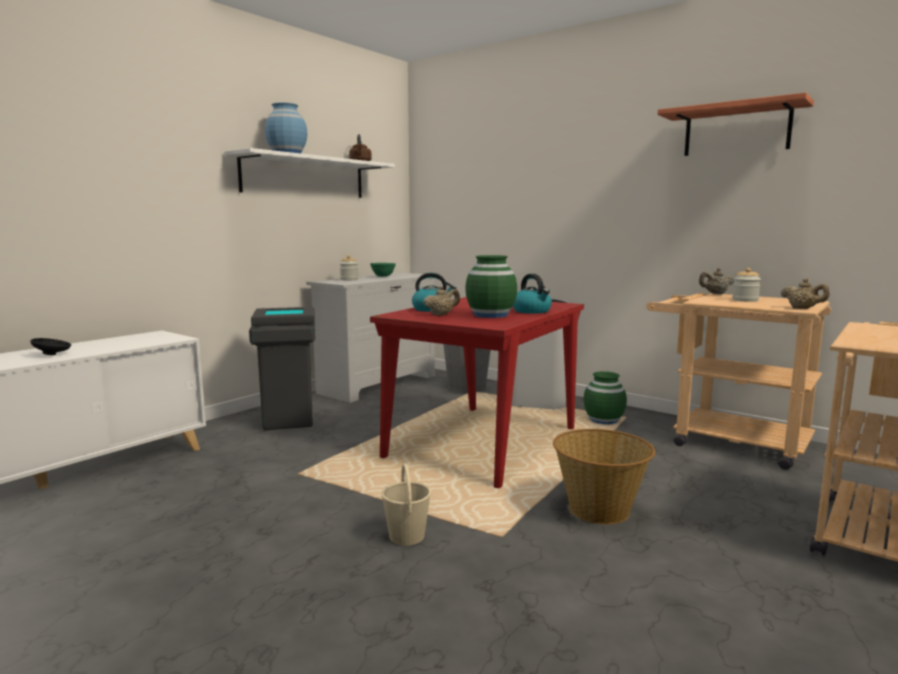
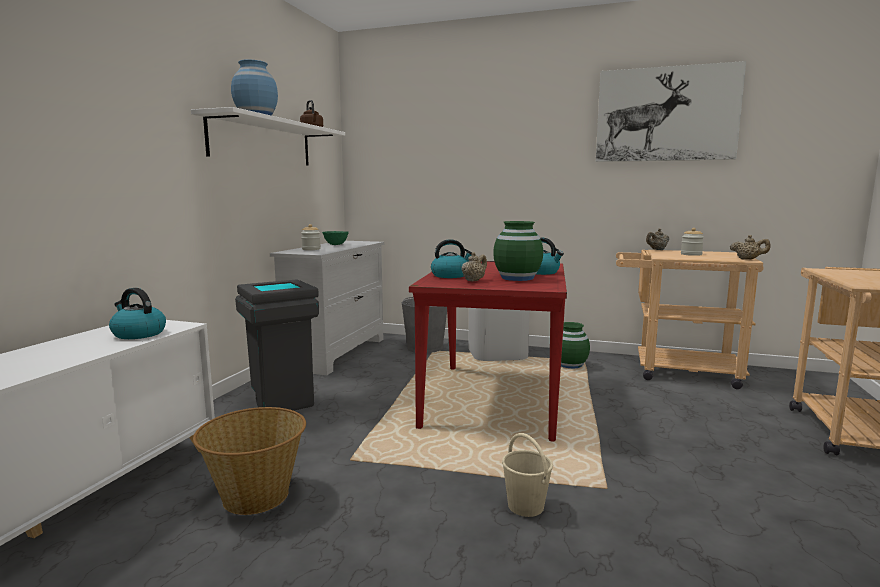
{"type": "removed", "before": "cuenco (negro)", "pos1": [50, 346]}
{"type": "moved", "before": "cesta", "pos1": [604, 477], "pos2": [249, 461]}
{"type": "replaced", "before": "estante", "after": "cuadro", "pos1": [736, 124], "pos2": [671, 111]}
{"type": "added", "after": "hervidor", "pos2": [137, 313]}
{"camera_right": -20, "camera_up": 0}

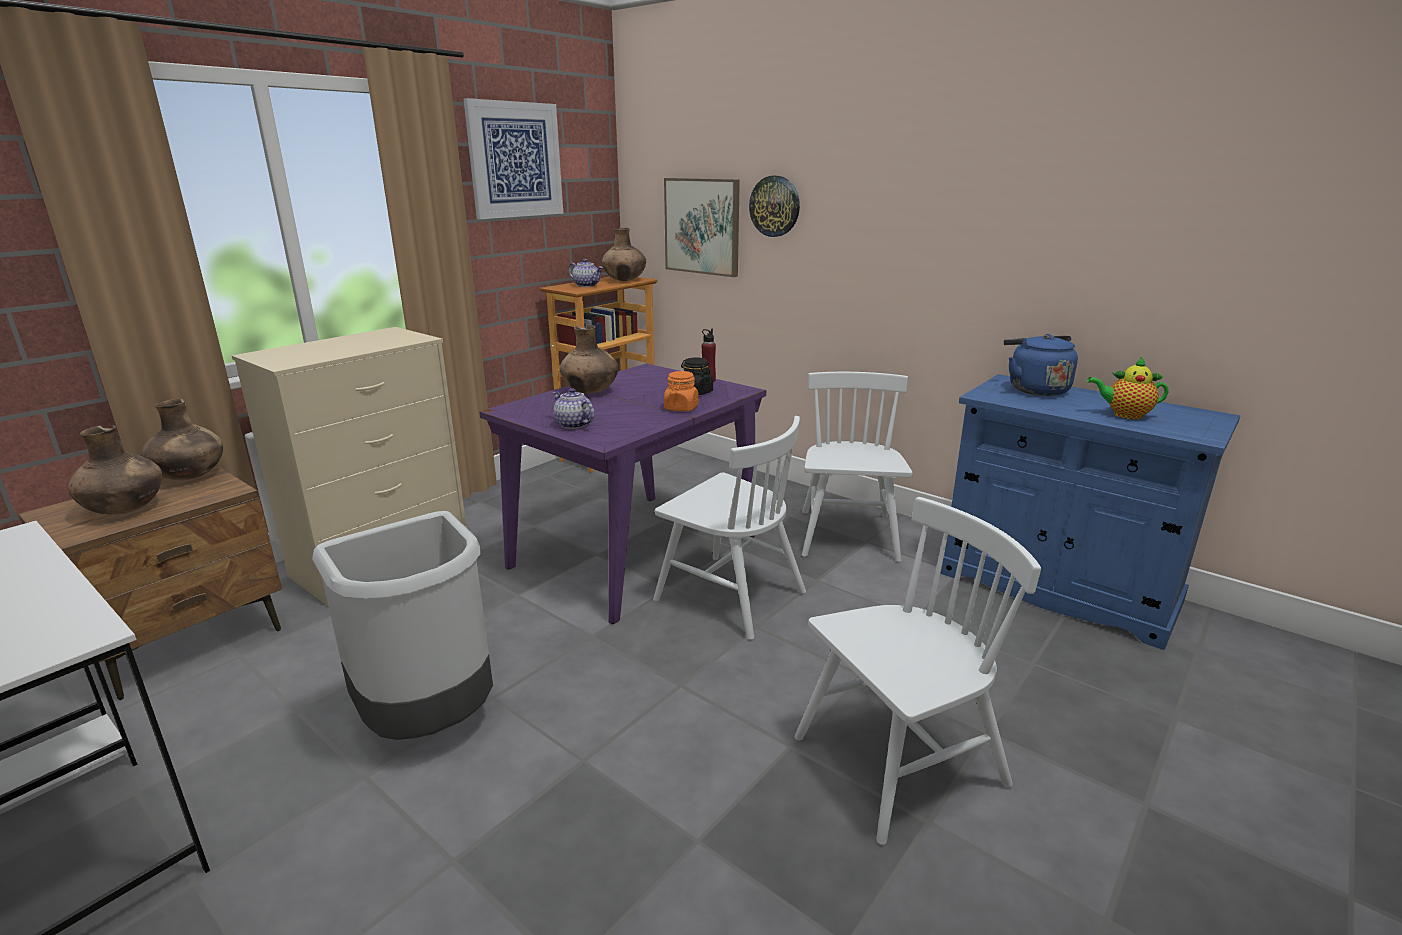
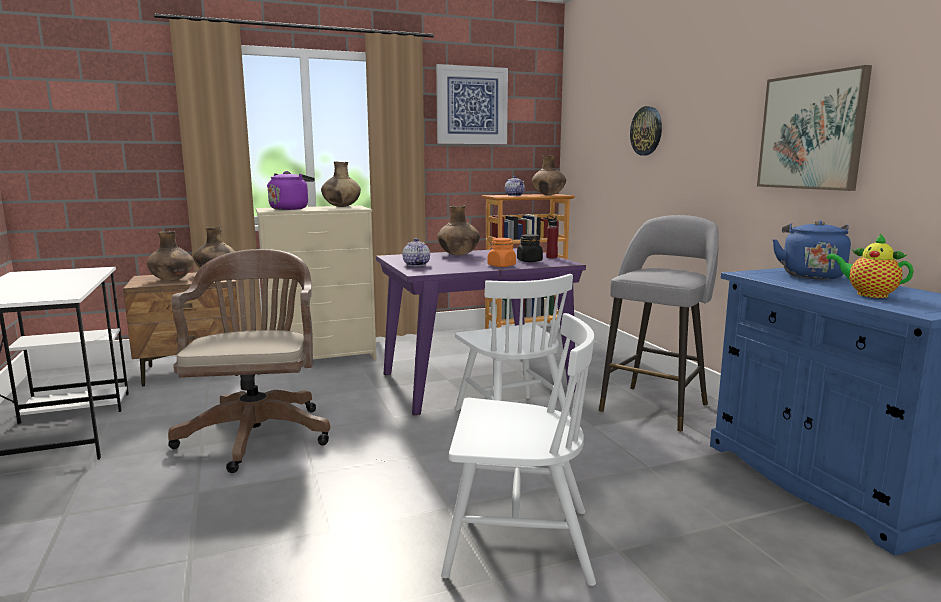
{"type": "replaced", "before": "papelera (gris)", "after": "silla de oficina (marrón)", "pos1": [402, 625], "pos2": [249, 361]}
{"type": "moved", "before": "cuadro", "pos1": [702, 227], "pos2": [814, 128]}
{"type": "replaced", "before": "silla (blanco)", "after": "taburete (gris)", "pos1": [857, 467], "pos2": [659, 323]}
{"type": "added", "after": "hervidor (morado)", "pos2": [291, 190]}
{"type": "added", "after": "florero (marrón)", "pos2": [341, 184]}
{"camera_right": 30, "camera_up": -10}

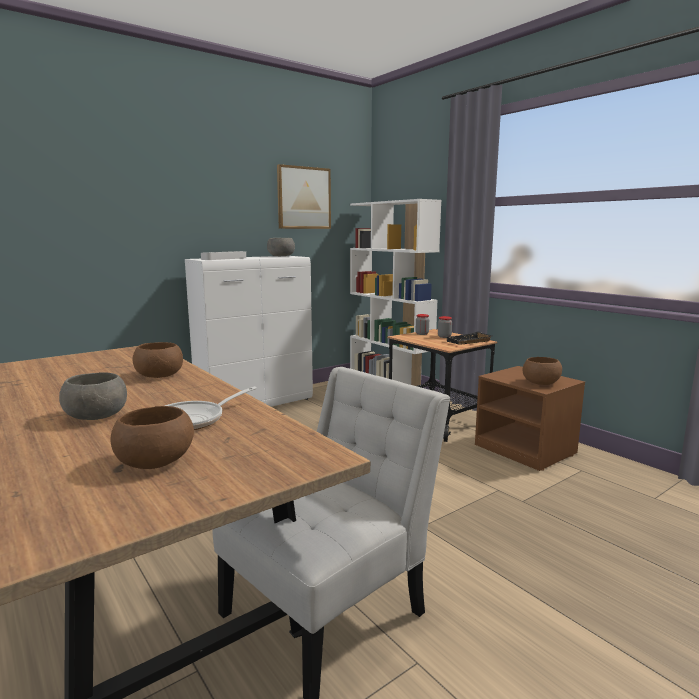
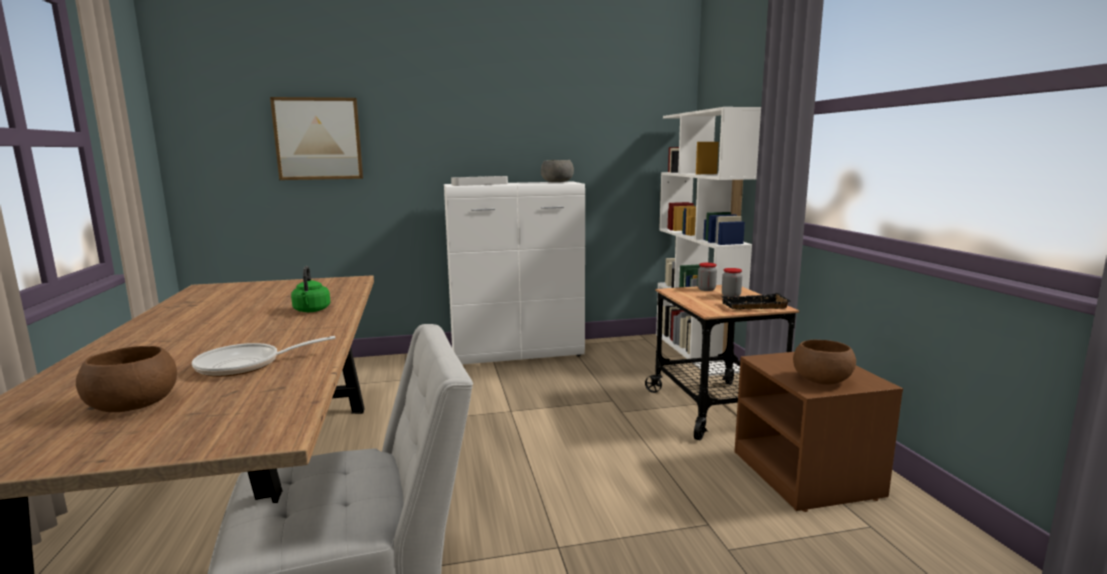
{"type": "removed", "before": "cuenco (gris)", "pos1": [93, 396]}
{"type": "replaced", "before": "cuenco (marrón)", "after": "hervidor (verde)", "pos1": [158, 360], "pos2": [310, 289]}
{"type": "moved", "before": "cuadro", "pos1": [304, 196], "pos2": [316, 138]}
{"camera_right": 25, "camera_up": 0}

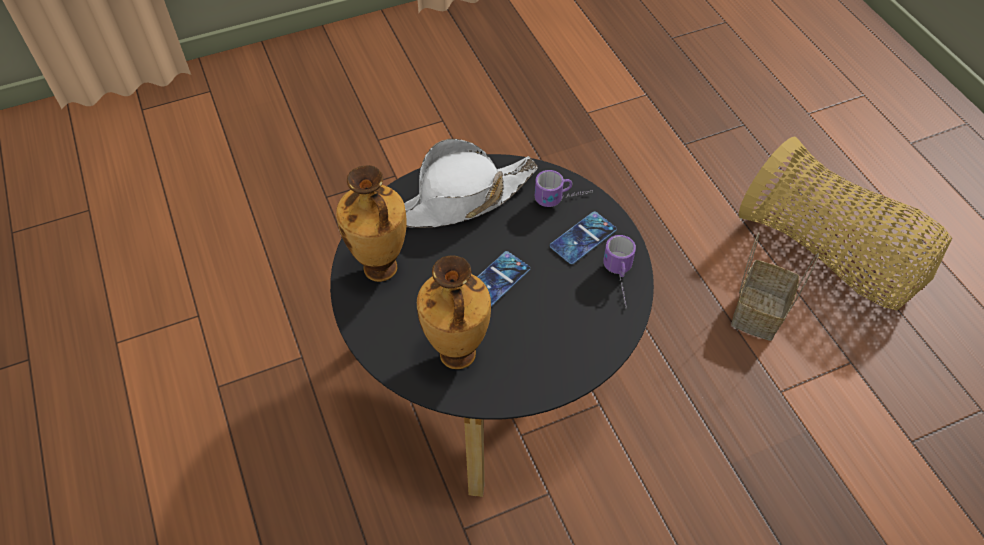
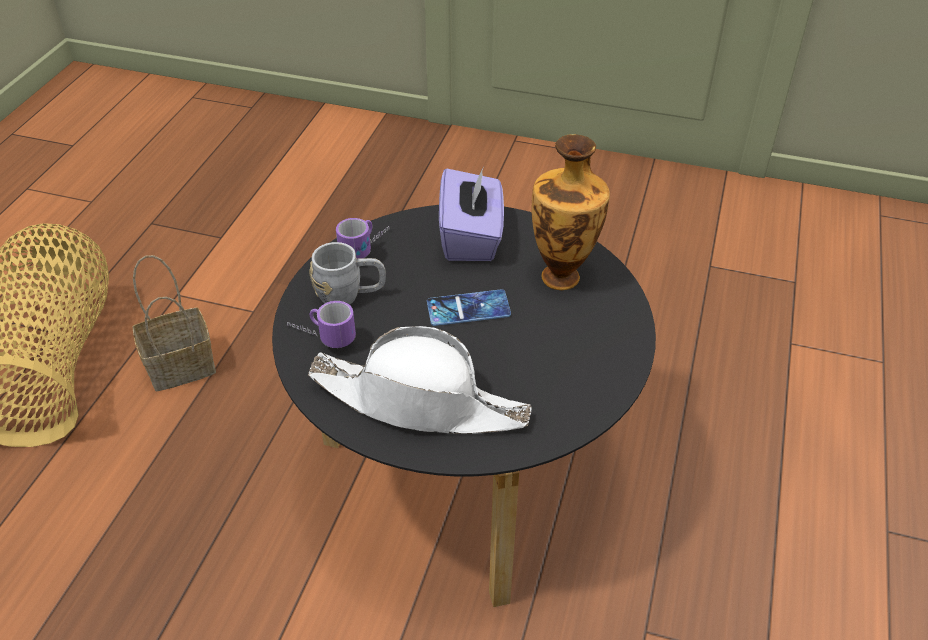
{"type": "removed", "before": "florero", "pos1": [371, 223]}
{"type": "replaced", "before": "móvil", "after": "taza grande (gris)", "pos1": [583, 237], "pos2": [347, 273]}
{"type": "added", "after": "caja de pañuelos (morado)", "pos2": [471, 213]}
{"camera_right": -140, "camera_up": -10}

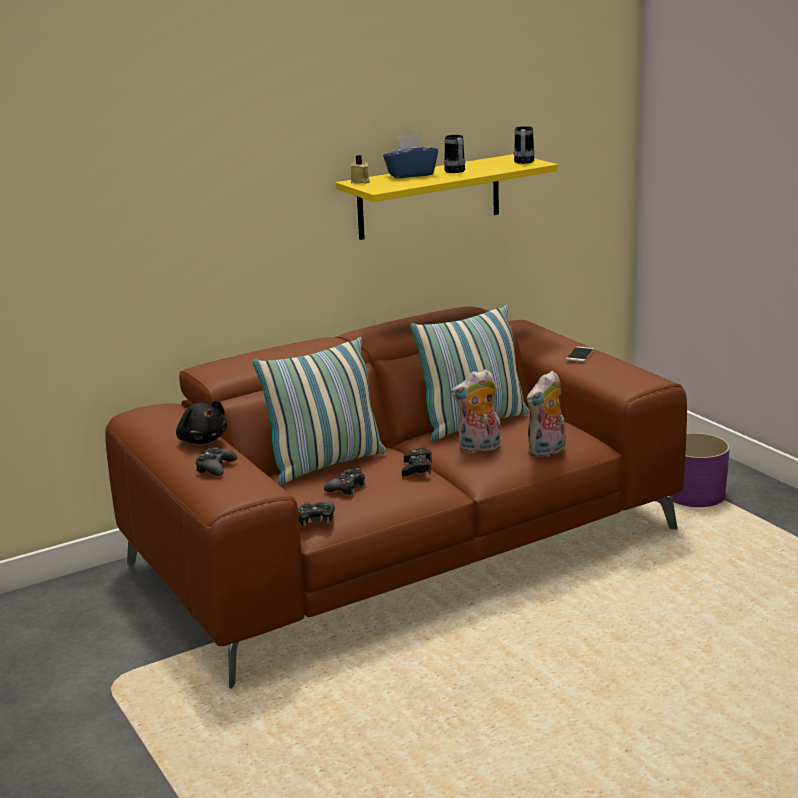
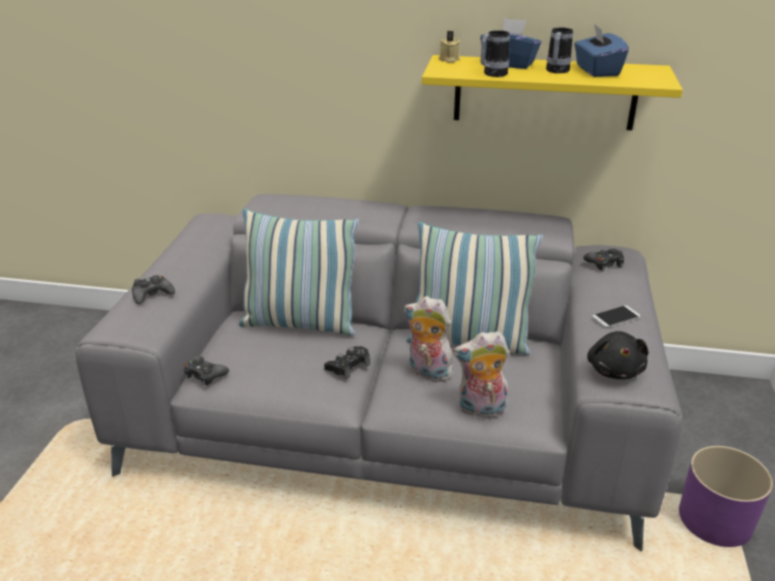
{"type": "recoloured", "before": "sofá (marrón)", "after": "sofá (gris)", "pos1": [396, 497], "pos2": [379, 373]}
{"type": "moved", "before": "peluche (negro)", "pos1": [201, 422], "pos2": [617, 355]}
{"type": "moved", "before": "mando de consola (negro)", "pos1": [345, 481], "pos2": [603, 260]}
{"type": "moved", "before": "taza grande", "pos1": [524, 145], "pos2": [495, 53]}
{"type": "added", "after": "caja de pañuelos (azul)", "pos2": [601, 50]}
{"camera_right": 40, "camera_up": 10}

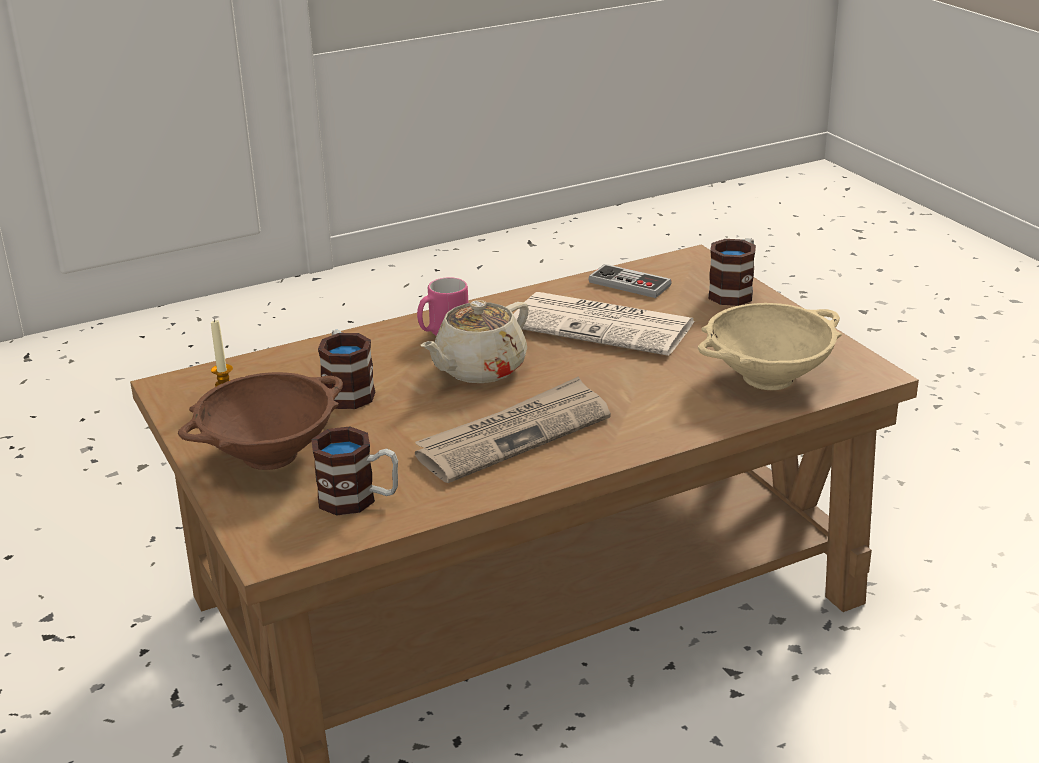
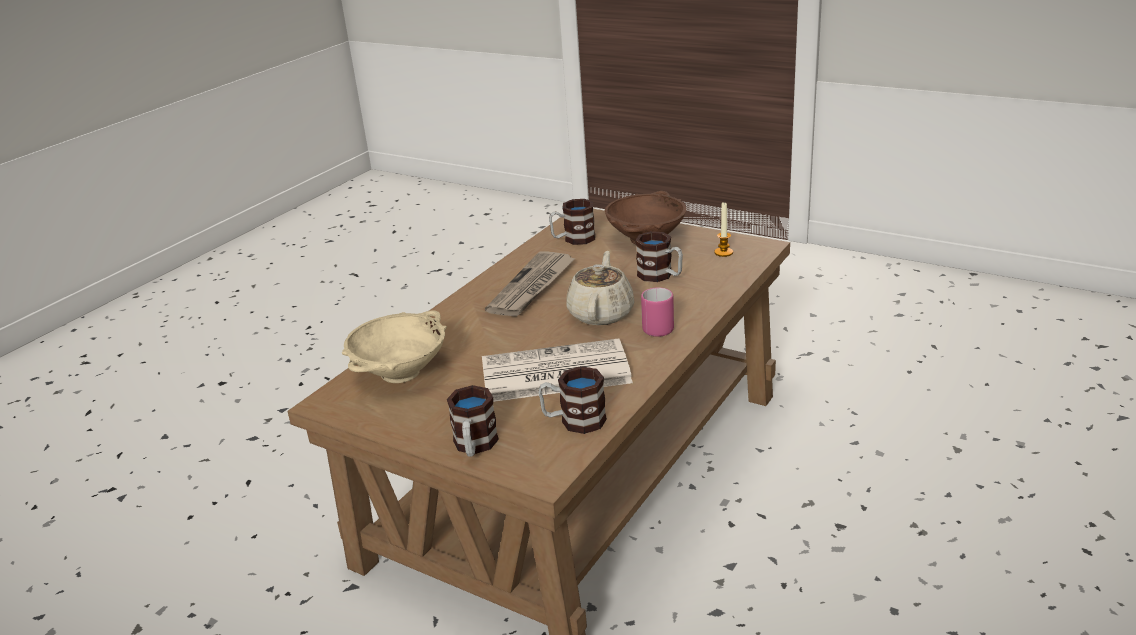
{"type": "replaced", "before": "mando de consola", "after": "taza grande", "pos1": [630, 281], "pos2": [572, 400]}
{"camera_right": 150, "camera_up": 0}

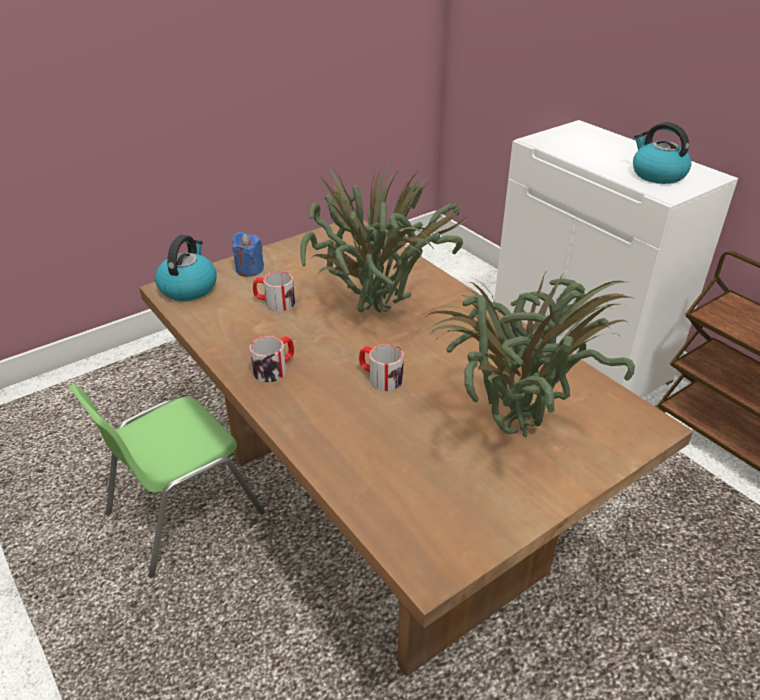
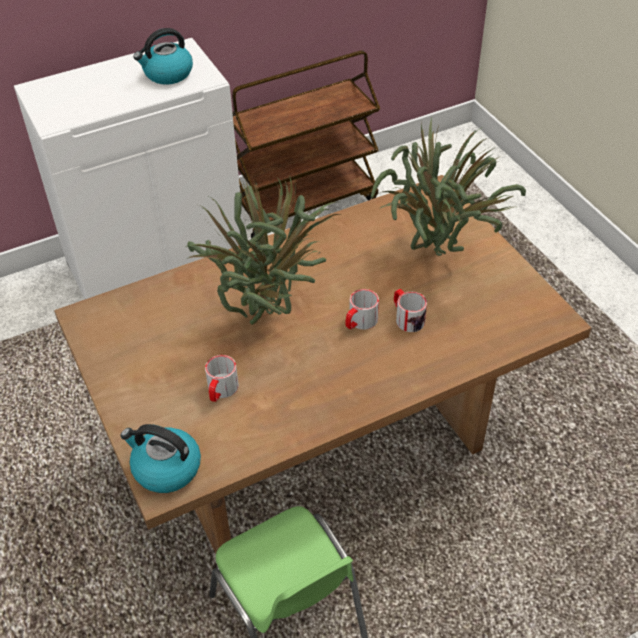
{"type": "removed", "before": "vela (azul)", "pos1": [248, 254]}
{"type": "moved", "before": "taza grande", "pos1": [272, 359], "pos2": [410, 310]}
{"camera_right": -80, "camera_up": 10}

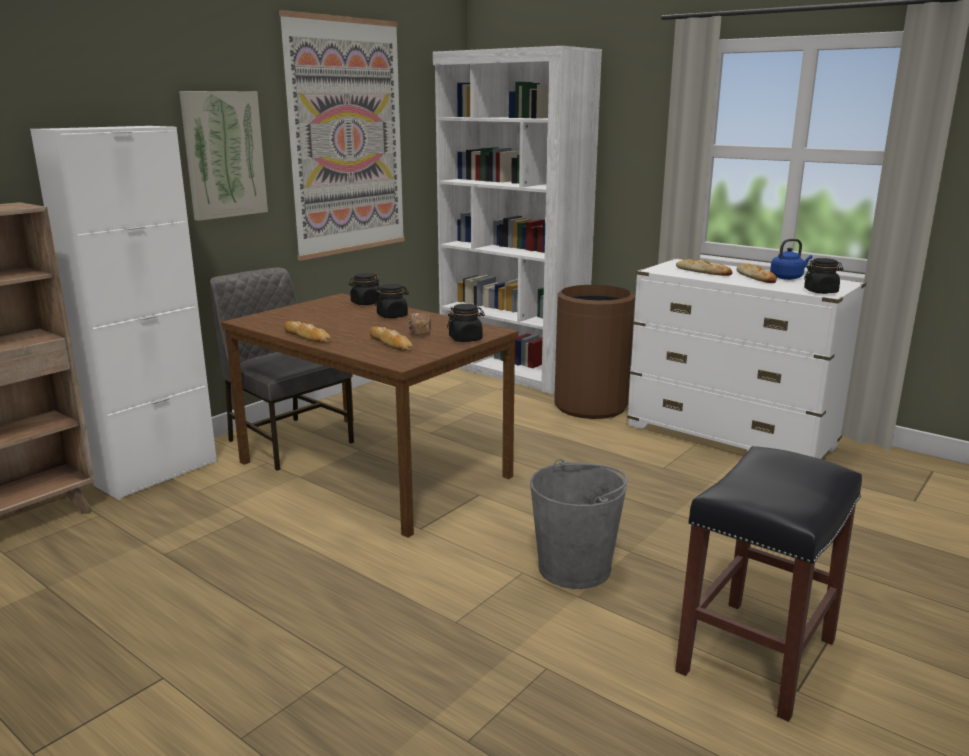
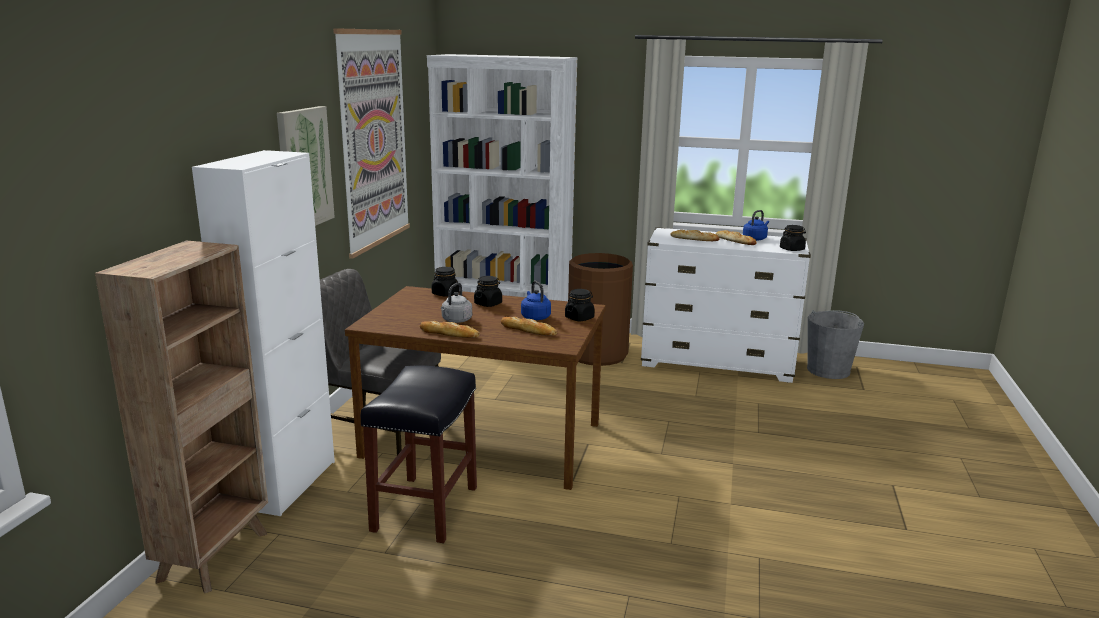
{"type": "replaced", "before": "pan", "after": "hervidor (azul)", "pos1": [419, 324], "pos2": [536, 300]}
{"type": "moved", "before": "cubo (gris)", "pos1": [579, 524], "pos2": [835, 344]}
{"type": "moved", "before": "taburete (negro)", "pos1": [768, 584], "pos2": [419, 454]}
{"type": "added", "after": "hervidor (gris)", "pos2": [456, 303]}
{"camera_right": -25, "camera_up": 0}

